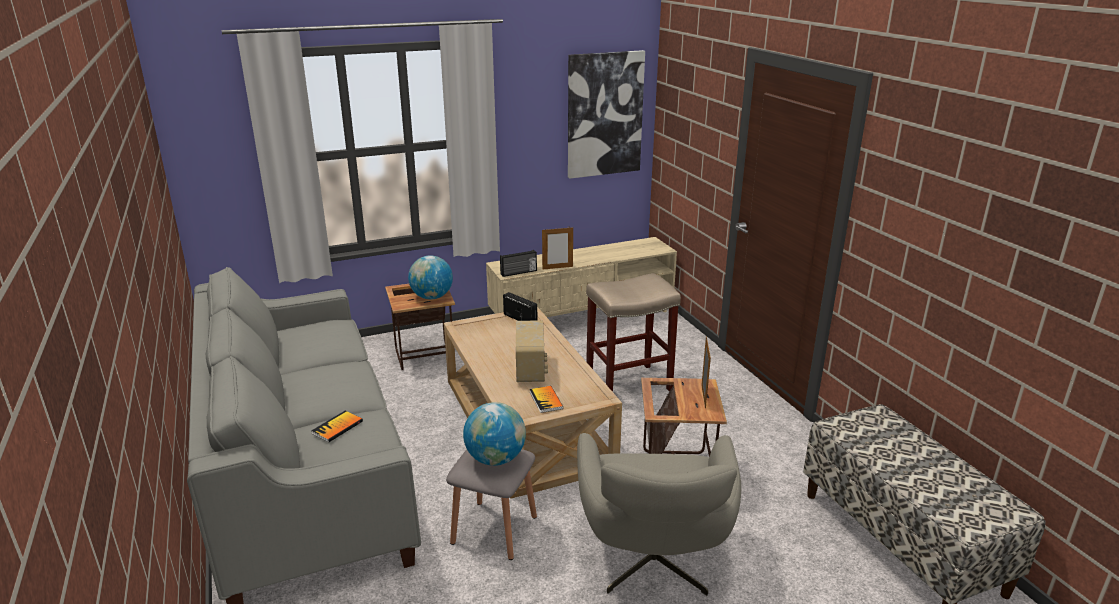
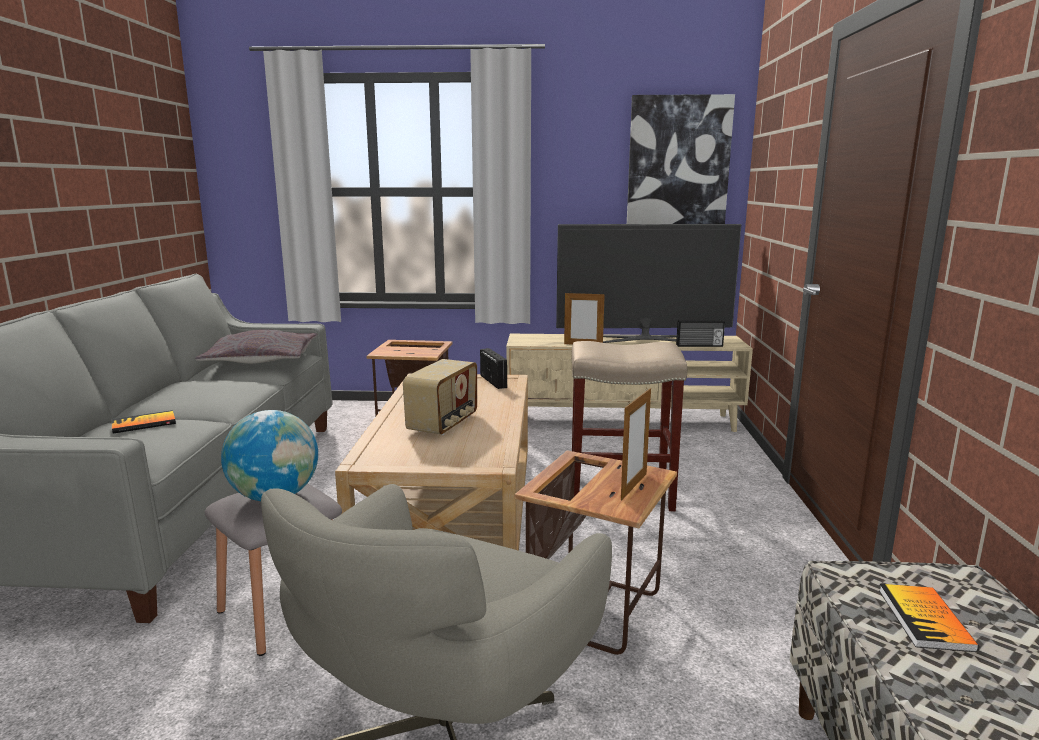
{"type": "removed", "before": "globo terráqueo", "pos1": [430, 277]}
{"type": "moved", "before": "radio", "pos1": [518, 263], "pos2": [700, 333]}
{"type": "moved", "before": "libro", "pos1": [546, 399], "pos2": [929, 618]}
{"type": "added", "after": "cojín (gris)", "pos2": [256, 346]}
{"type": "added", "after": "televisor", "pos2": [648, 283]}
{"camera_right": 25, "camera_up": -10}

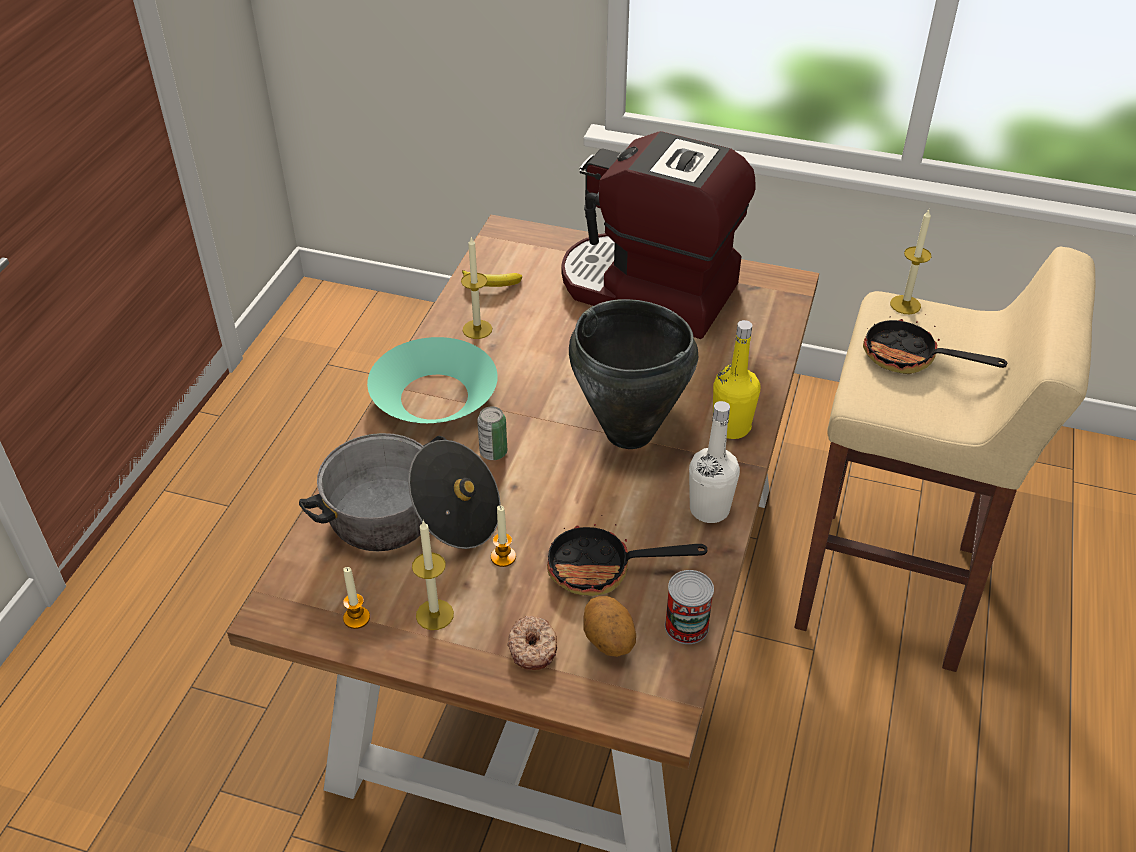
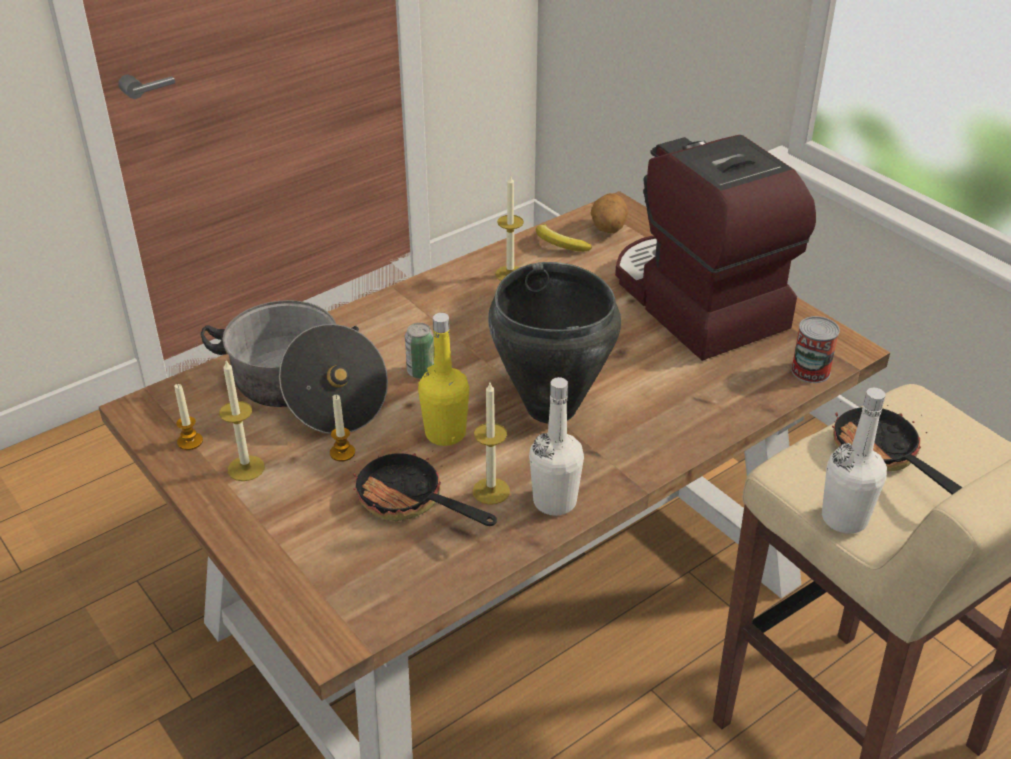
{"type": "removed", "before": "cuenco (turquesa)", "pos1": [432, 380]}
{"type": "removed", "before": "rosquilla", "pos1": [532, 643]}
{"type": "moved", "before": "patata", "pos1": [609, 626], "pos2": [609, 213]}
{"type": "moved", "before": "lata", "pos1": [689, 607], "pos2": [815, 349]}
{"type": "moved", "before": "botella (amarillo)", "pos1": [736, 379], "pos2": [443, 379]}
{"type": "moved", "before": "vela", "pos1": [911, 262], "pos2": [491, 444]}
{"type": "added", "after": "botella (blanco)", "pos2": [854, 461]}
{"camera_right": 35, "camera_up": -5}

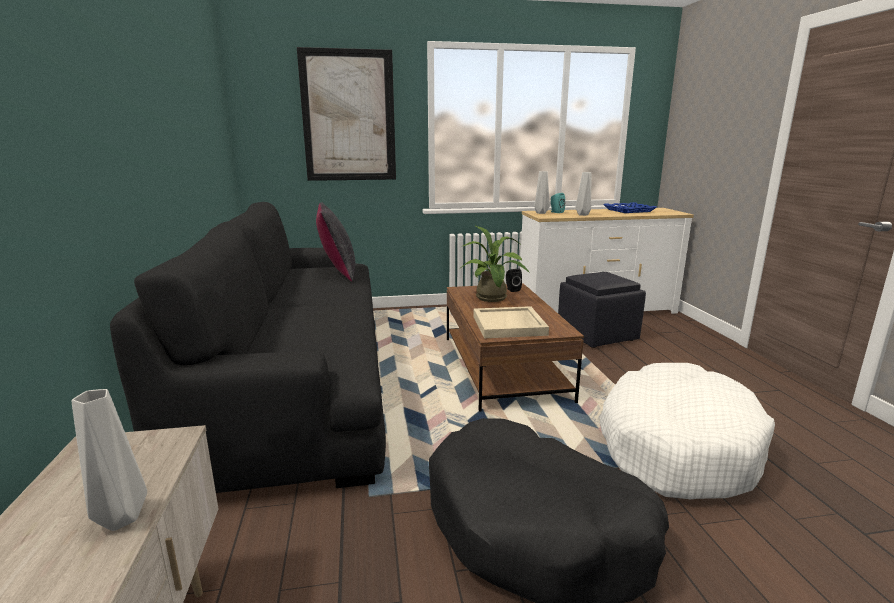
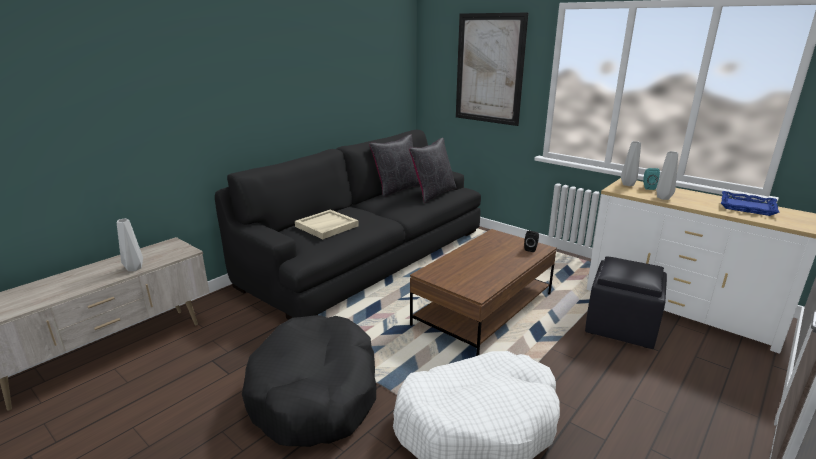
{"type": "removed", "before": "planta en maceta", "pos1": [494, 264]}
{"type": "moved", "before": "bandeja (beis)", "pos1": [511, 322], "pos2": [327, 224]}
{"type": "added", "after": "cojín (negro)", "pos2": [394, 166]}
{"camera_right": 50, "camera_up": 5}

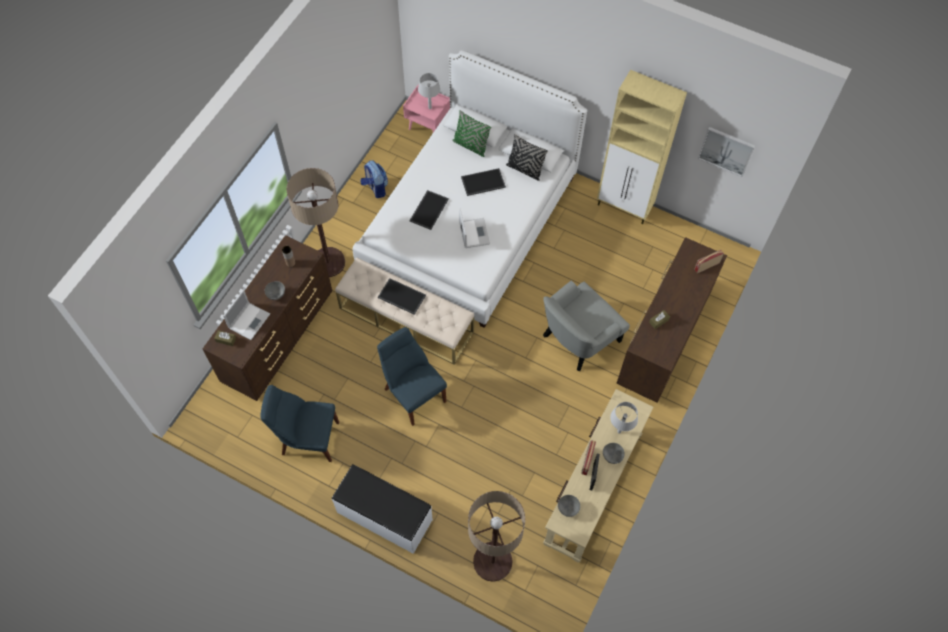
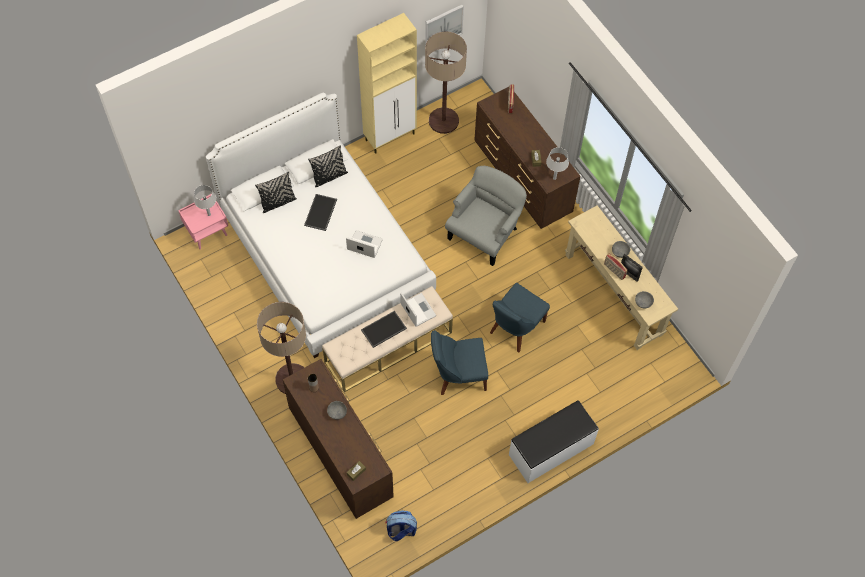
{"type": "moved", "before": "portátil", "pos1": [246, 315], "pos2": [418, 309]}
{"type": "moved", "before": "silla (azul)", "pos1": [299, 423], "pos2": [520, 317]}
{"type": "moved", "before": "mochila", "pos1": [374, 179], "pos2": [401, 525]}
{"type": "removed", "before": "bandeja", "pos1": [429, 210]}
{"type": "recoloured", "before": "cojín (verde)", "after": "cojín (negro)", "pos1": [472, 133], "pos2": [276, 192]}
{"type": "moved", "before": "lámpara de pie", "pos1": [496, 536], "pos2": [446, 82]}
{"type": "turned", "before": "sillón (gris)", "pos1": [586, 326], "pos2": [486, 216], "turn": -135}
{"type": "moved", "before": "lámpara de mesa (gris)", "pos1": [624, 417], "pos2": [557, 163]}
{"camera_right": -60, "camera_up": 0}

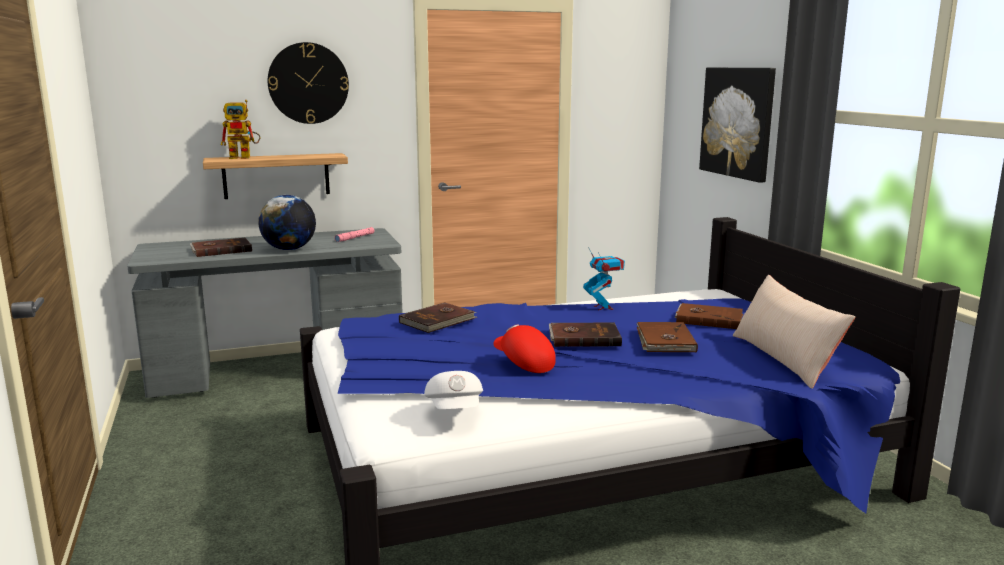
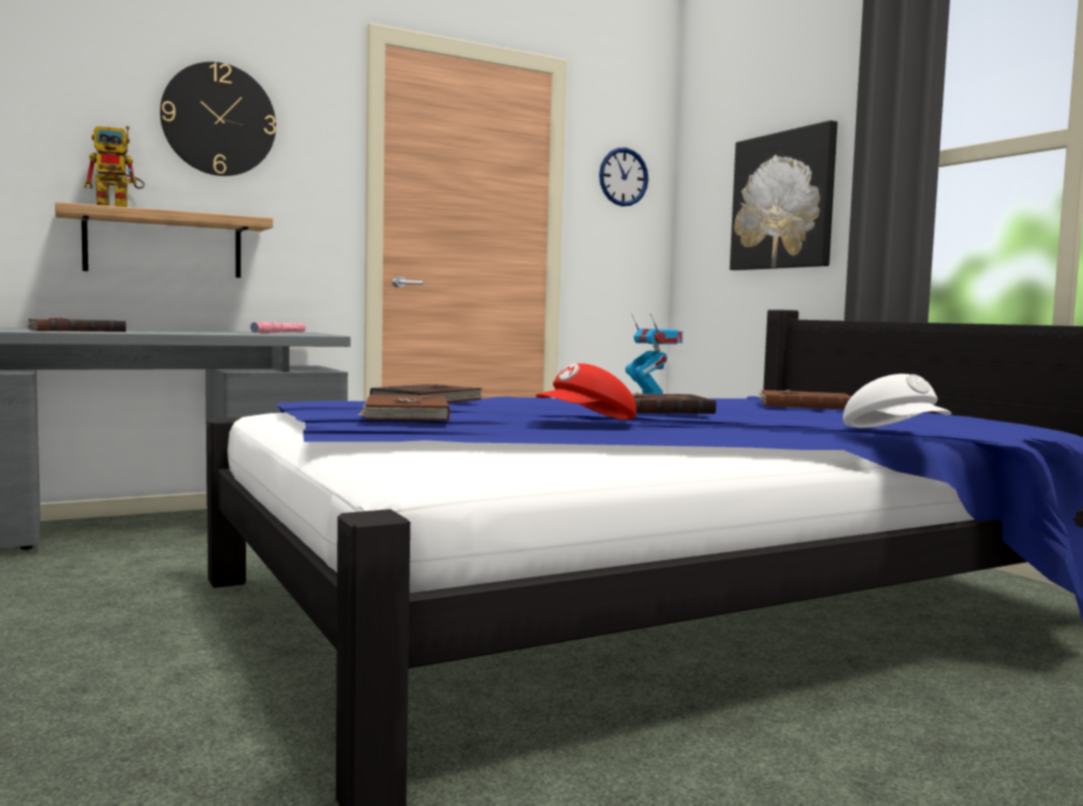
{"type": "removed", "before": "globo terráqueo", "pos1": [287, 222]}
{"type": "moved", "before": "gorra (blanco)", "pos1": [453, 390], "pos2": [897, 401]}
{"type": "turned", "before": "gorra (rojo)", "pos1": [524, 348], "pos2": [586, 391], "turn": -75}
{"type": "moved", "before": "libro (marrón)", "pos1": [667, 337], "pos2": [404, 408]}
{"type": "removed", "before": "cojín (beis)", "pos1": [794, 332]}
{"type": "added", "after": "reloj de pared", "pos2": [623, 176]}
{"camera_right": -10, "camera_up": -10}

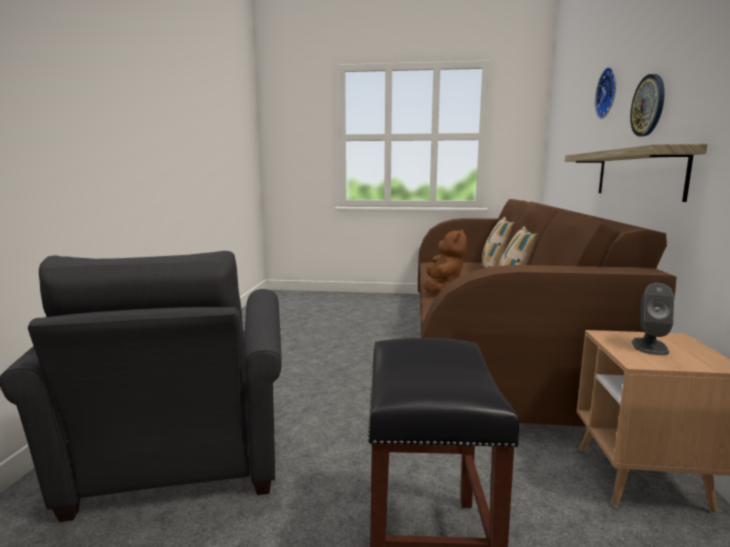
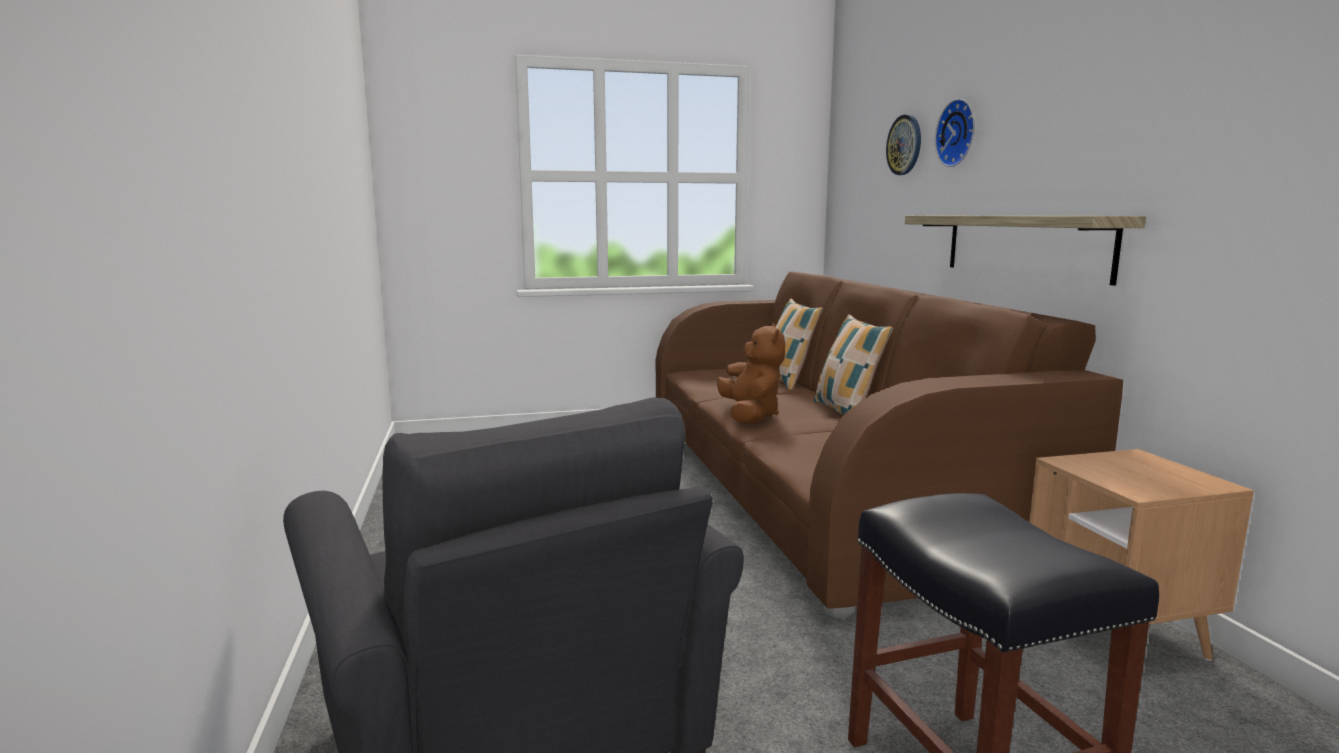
{"type": "moved", "before": "reloj de pared", "pos1": [647, 105], "pos2": [903, 145]}
{"type": "removed", "before": "altavoz (gris)", "pos1": [653, 319]}
{"camera_right": -20, "camera_up": 0}

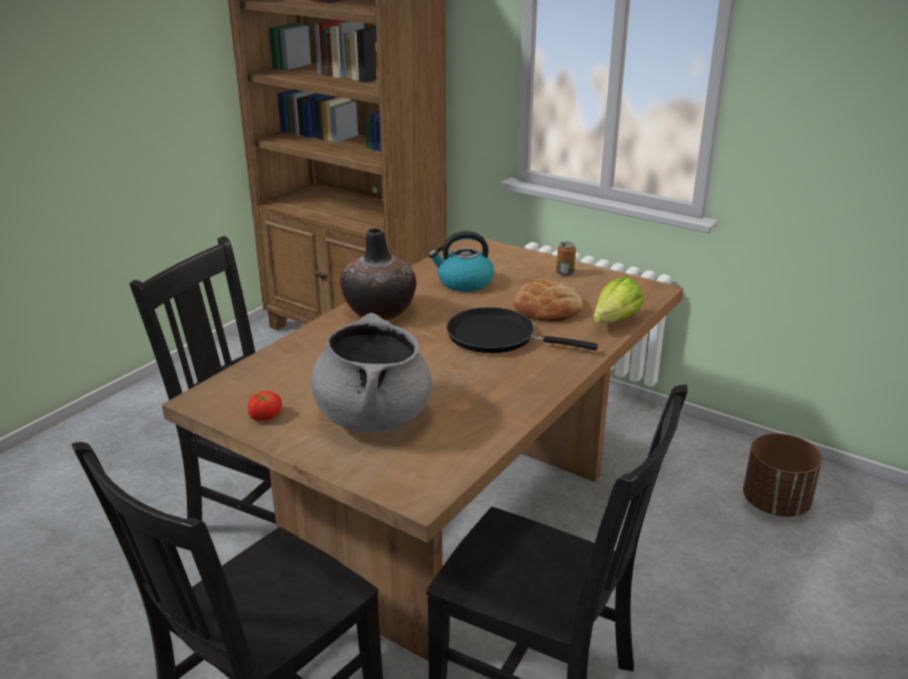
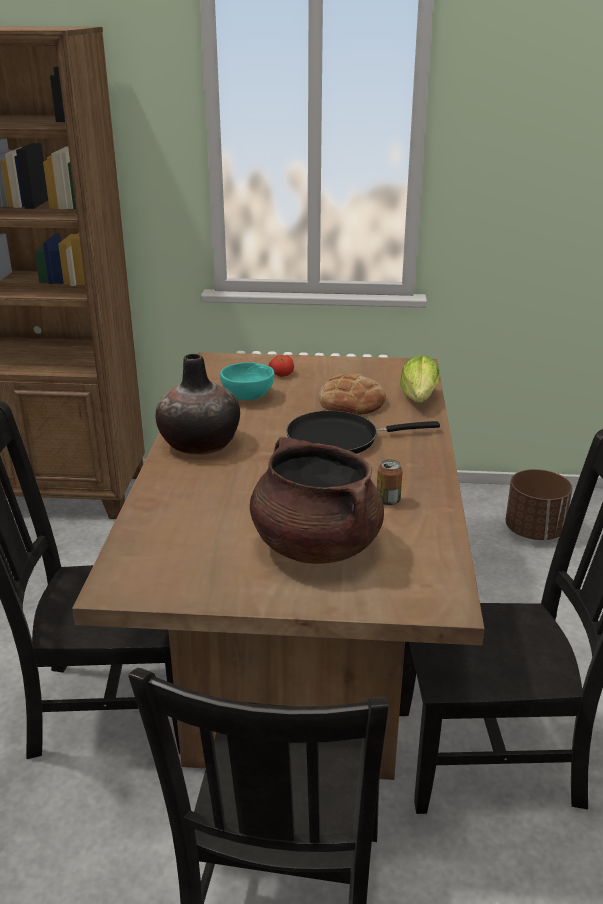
{"type": "moved", "before": "tomate", "pos1": [265, 405], "pos2": [281, 366]}
{"type": "recoloured", "before": "olla (gris)", "after": "olla (marrón)", "pos1": [371, 373], "pos2": [317, 500]}
{"type": "replaced", "before": "hervidor", "after": "cuenco (turquesa)", "pos1": [461, 261], "pos2": [247, 381]}
{"type": "moved", "before": "lata", "pos1": [566, 259], "pos2": [390, 482]}
{"camera_right": -30, "camera_up": 0}

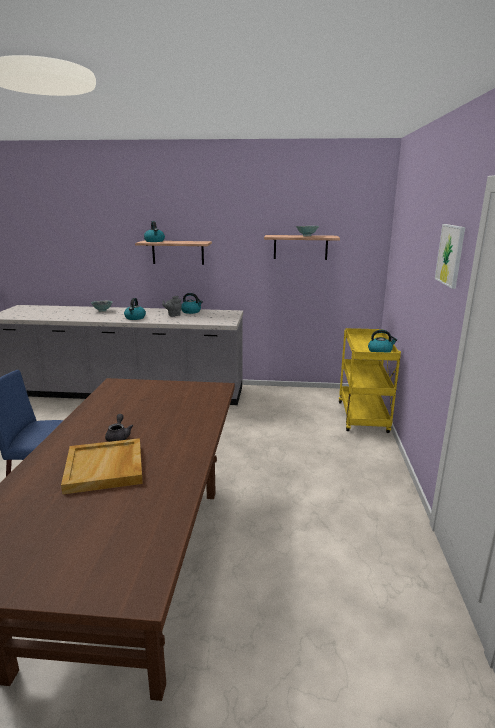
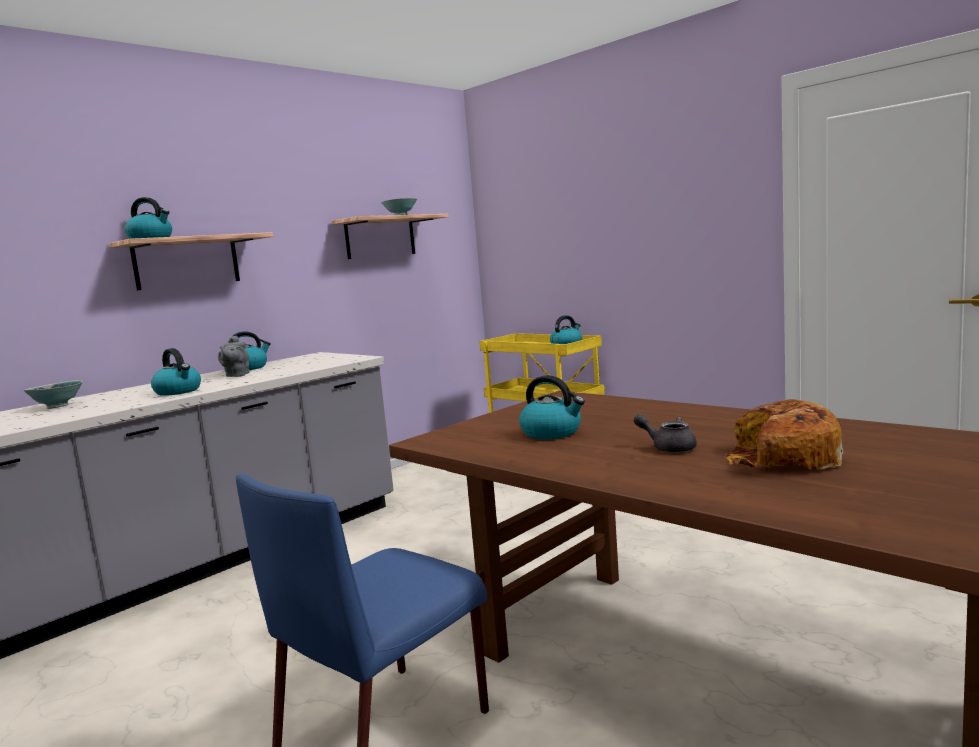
{"type": "replaced", "before": "bandeja (beis)", "after": "pan", "pos1": [102, 466], "pos2": [784, 434]}
{"type": "removed", "before": "cuadro", "pos1": [450, 256]}
{"type": "added", "after": "hervidor", "pos2": [552, 407]}
{"camera_right": -50, "camera_up": -10}

